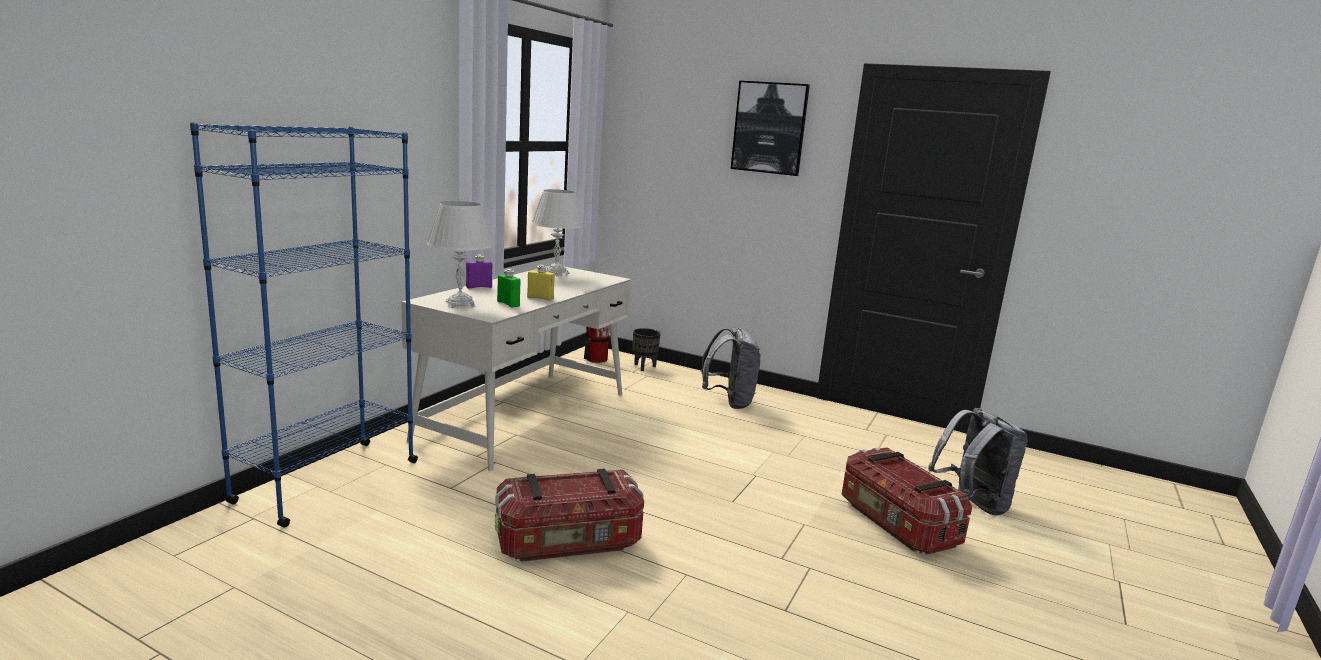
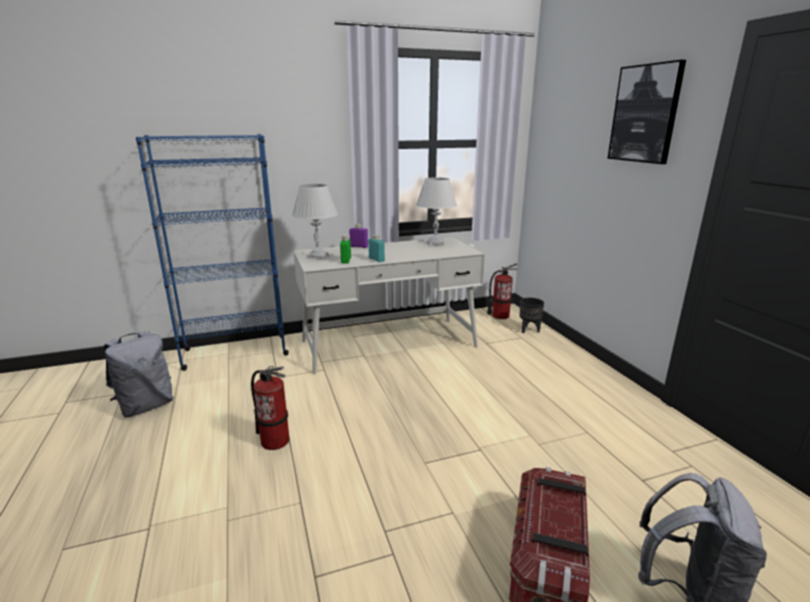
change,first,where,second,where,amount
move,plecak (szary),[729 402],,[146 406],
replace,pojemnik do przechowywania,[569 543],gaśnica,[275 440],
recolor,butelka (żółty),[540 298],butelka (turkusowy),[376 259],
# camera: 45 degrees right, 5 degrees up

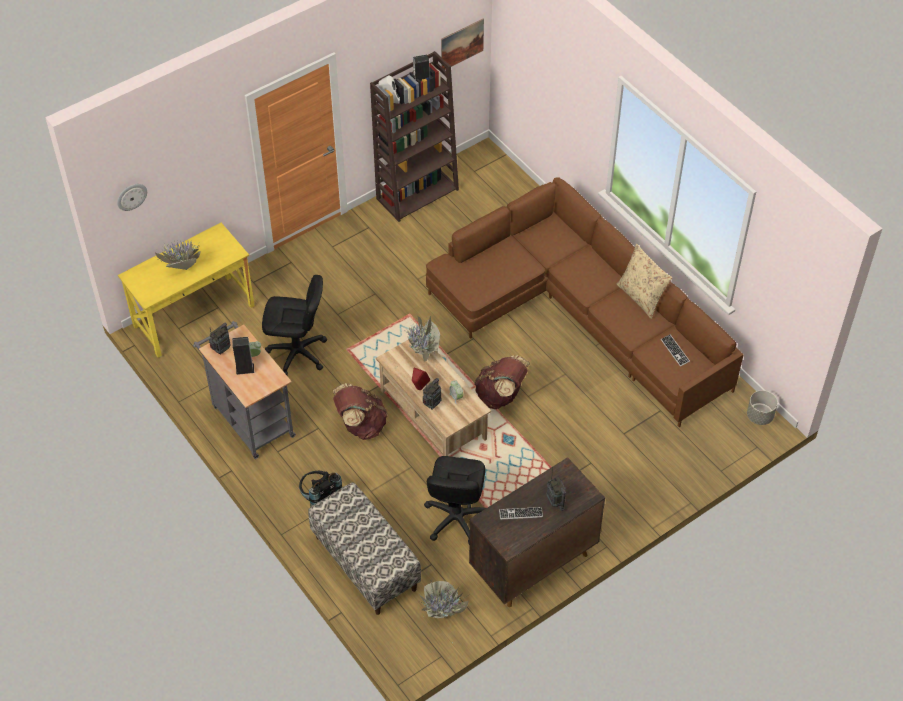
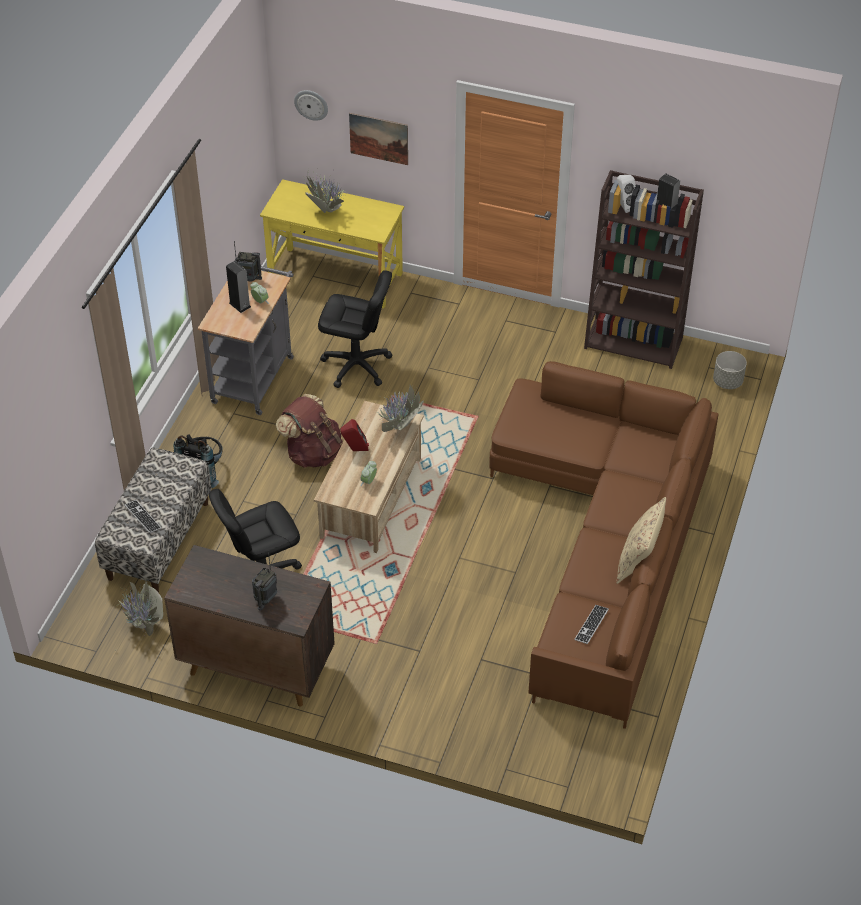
change,first,where,second,where,amount
move,klawiatura,[520 514],,[143 517],
rotate,krzesło biurowe (czarny),[297 353],,[356 366],45 degrees counterclockwise
move,obraz,[462 44],,[379 138],
move,donica (szary),[759 416],,[727 381],
delete,radio,[432 404],,,
delete,plecak (brązowy),[501 396],,,
# camera: 55 degrees right, 5 degrees down

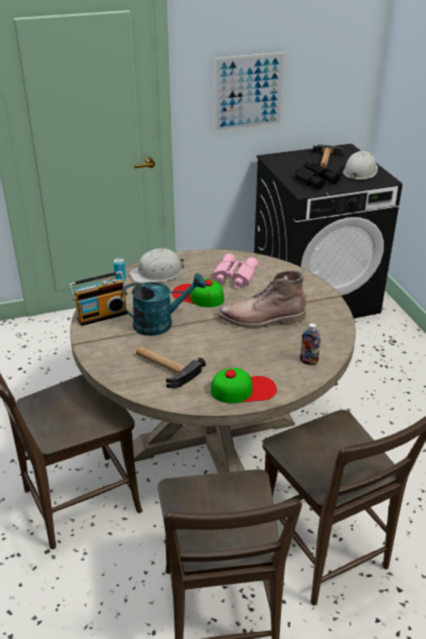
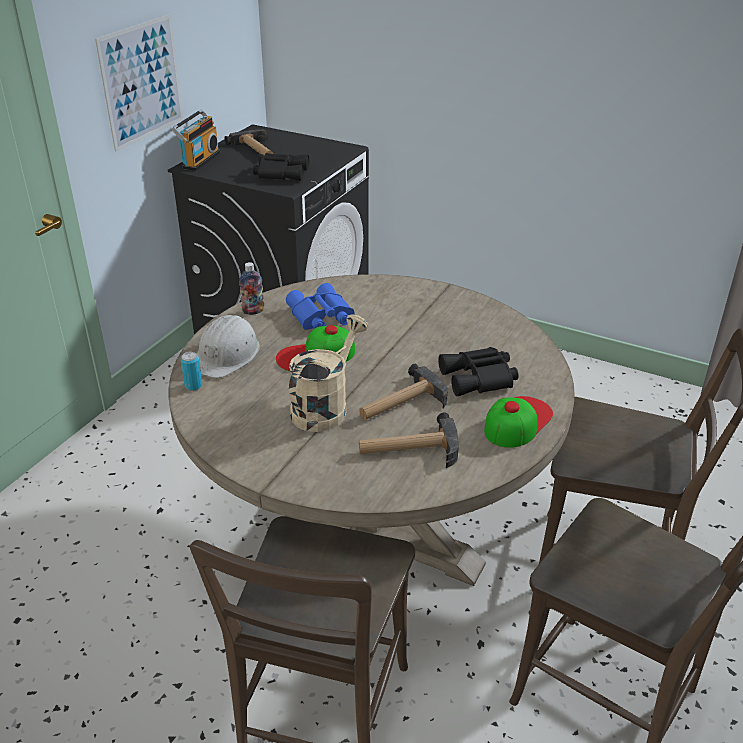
change,first,where,second,where,amount
move,radio,[101 315],,[199 160],
move,butelka,[308 361],,[253 311],
recolor,lornetka (różowy),[233 277],lornetka (niebieski),[320 317],
recolor,konewka (turkusowy),[160 323],konewka (beżowy),[325 406],
insert,,,młotek,[401 403],
insert,,,lornetka (czarny),[480 379],
delete,but z cholewką (brązowy),[261 319],,,
delete,kask (biały),[360 172],,,
# camera: 45 degrees left, 0 degrees up

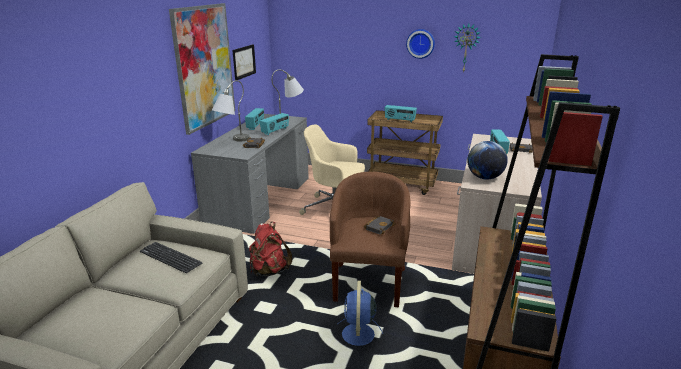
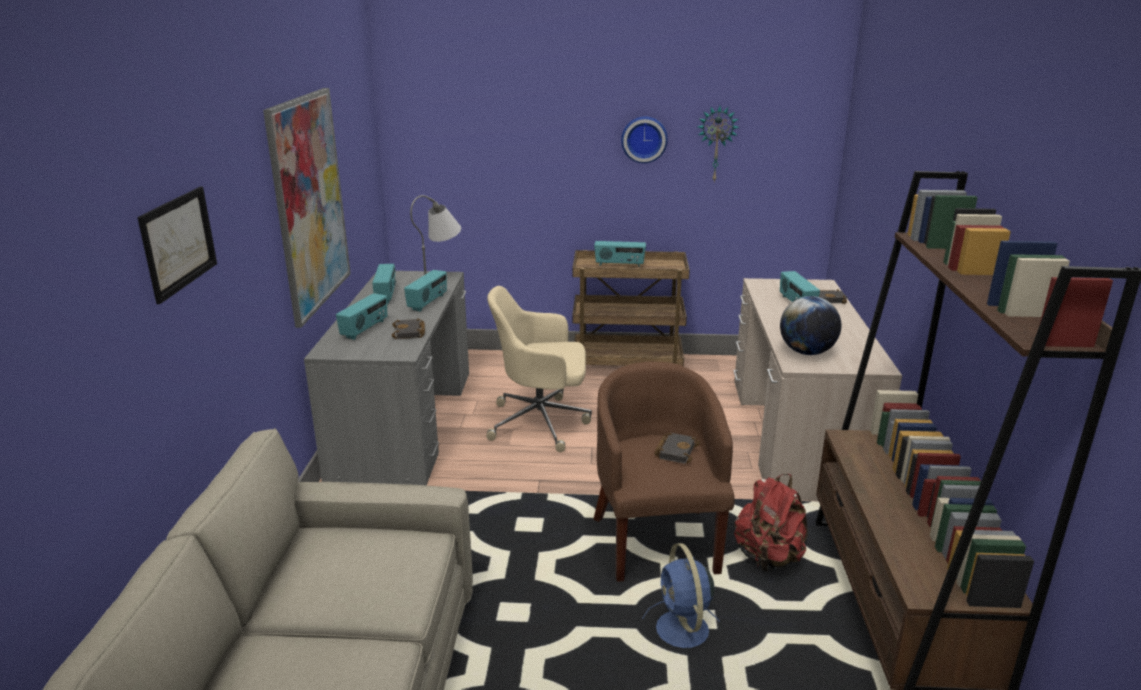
change,first,where,second,where,amount
move,obraz,[244 62],,[179 242],
replace,lampa stołowa (szary),[232 141],radio,[365 329],
move,plecak (czerwony),[269 271],,[768 558],
delete,klawiatura,[170 257],,,
# camera: 15 degrees left, 0 degrees up

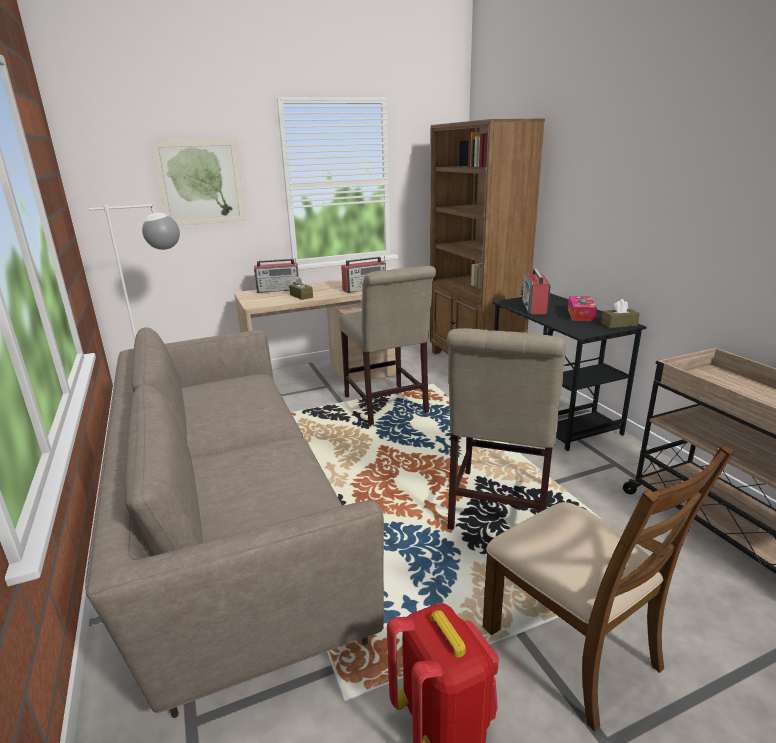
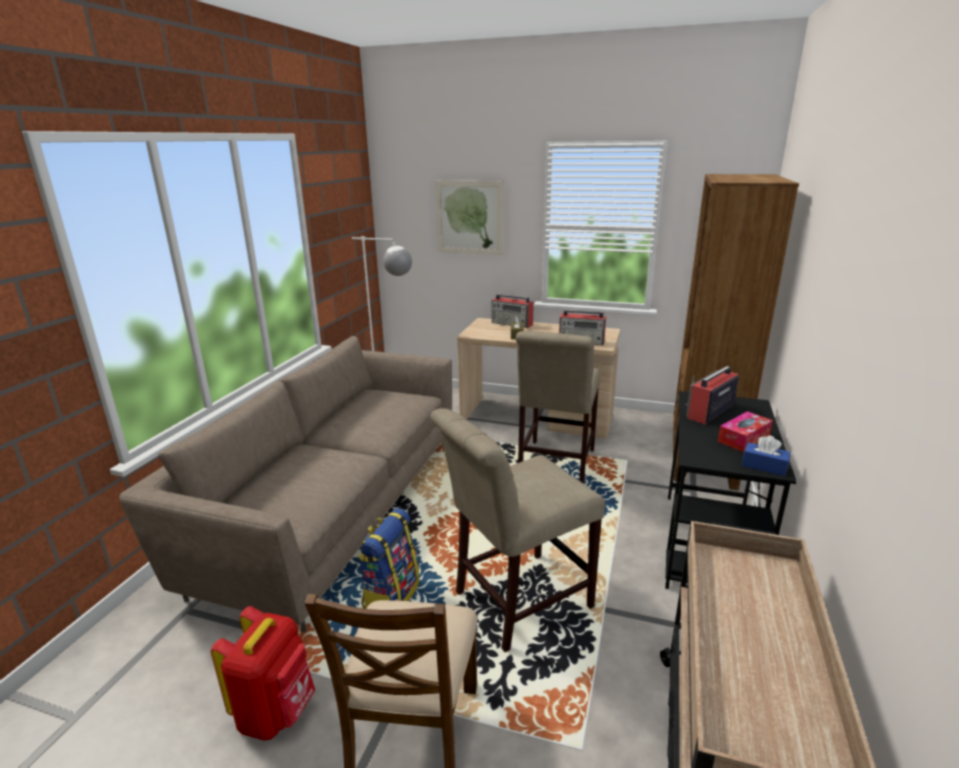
change,first,where,second,where,amount
insert,,,plecak,[391 596],
recolor,pudełko chusteczek (brązowy),[619 324],pudełko chusteczek (niebieski),[764 466],
# camera: 40 degrees right, 0 degrees up

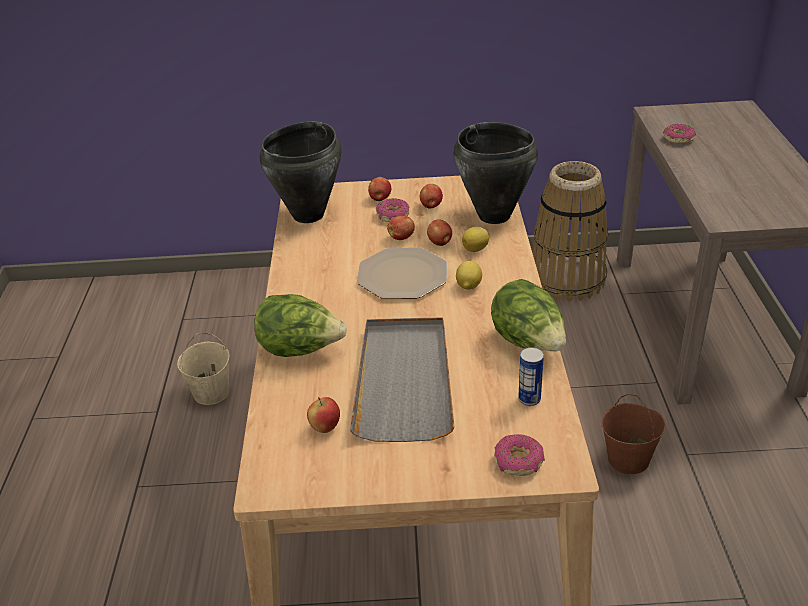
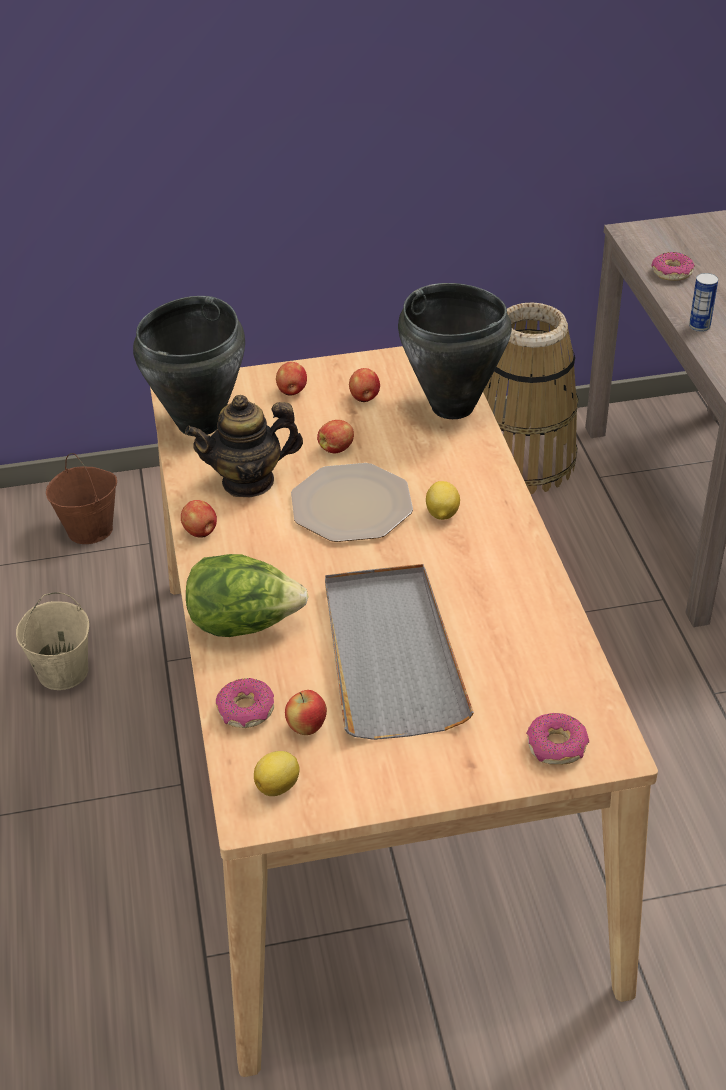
change,first,where,second,where,amount
move,wiadro (brązowy),[628 459],,[90 529],
move,jabłko,[440 243],,[200 532],
insert,,,imbryk,[248 481],
move,donut,[392 216],,[245 711],
move,cytryna,[476 249],,[279 786],
move,puszka,[529 399],,[699 326],
delete,sałata,[528 343],,,
# camera: 10 degrees left, 5 degrees up

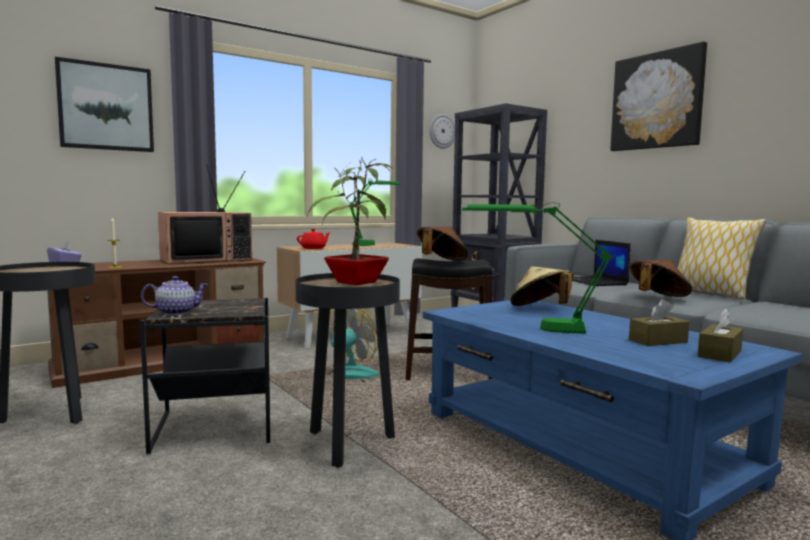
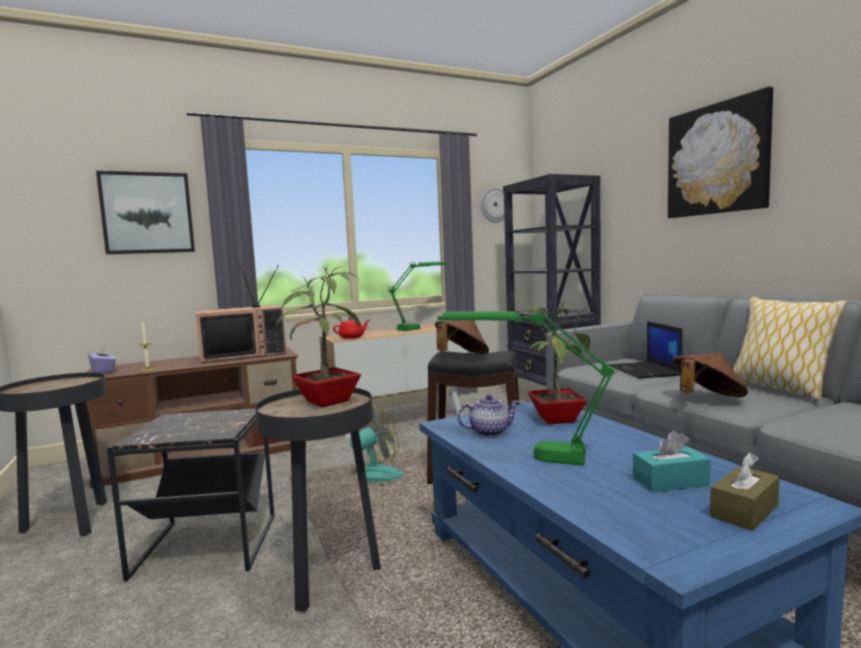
change,first,where,second,where,amount
move,imbryk,[176 312],,[489 432],
replace,kapelusz (beżowy),[541 309],roślina doniczkowa,[555 419],
recolor,pudełko chusteczek (brązowy),[658 341],pudełko chusteczek (turkusowy),[670 481],
# camera: 10 degrees right, 0 degrees up

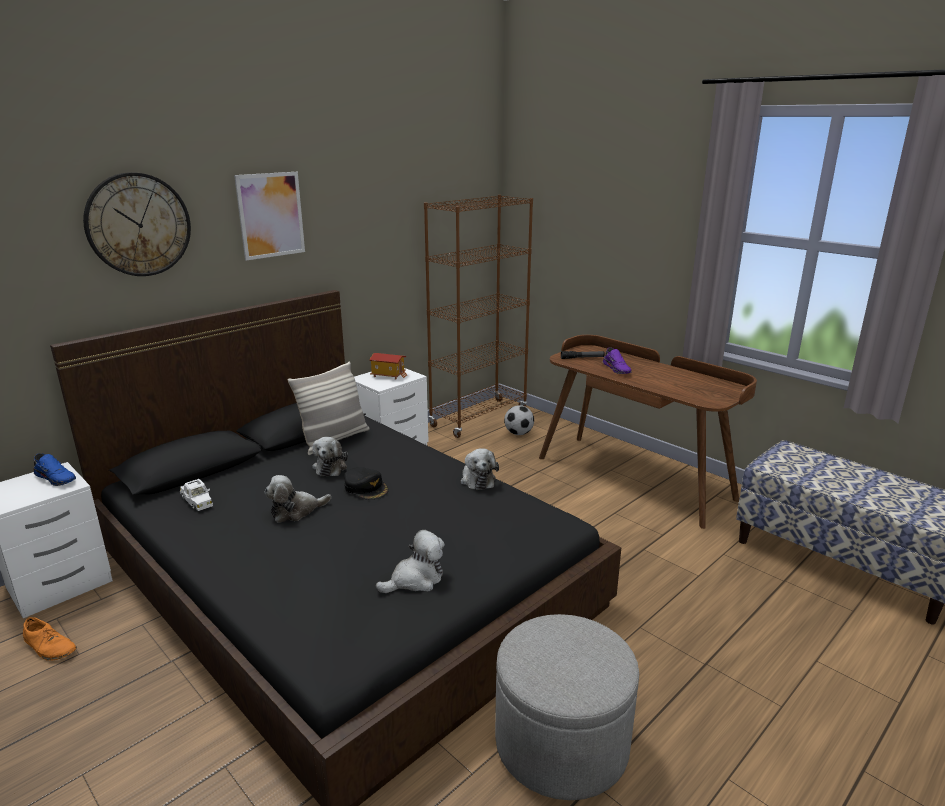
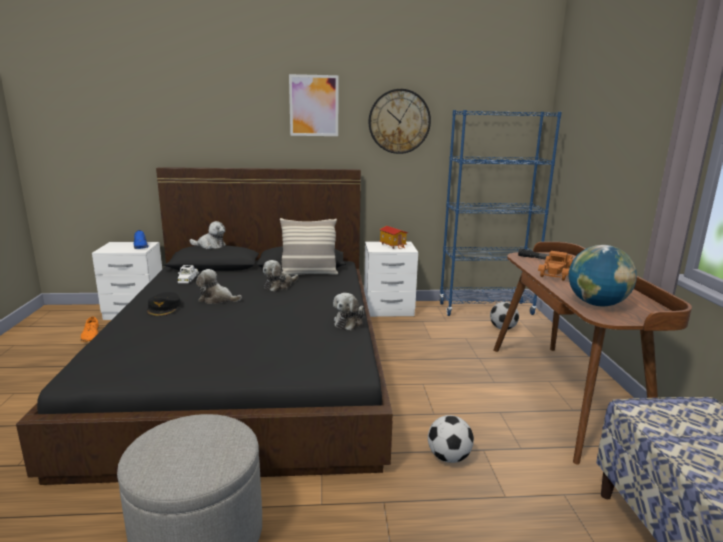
change,first,where,second,where,amount
move,czapka z daszkiem (czarny),[366 488],,[164 308],
move,pluszak,[415 579],,[210 246],
move,zegar ścienny,[138 225],,[399 121],
insert,,,piłka futbolowa,[449 457],
recolor,regał (brązowy),[479 418],regał (niebieski),[485 309],
replace,but (fioletowy),[617 369],ciężarówka zabawkowa,[557 273],
insert,,,globus,[596 304],
# camera: 40 degrees right, 5 degrees down

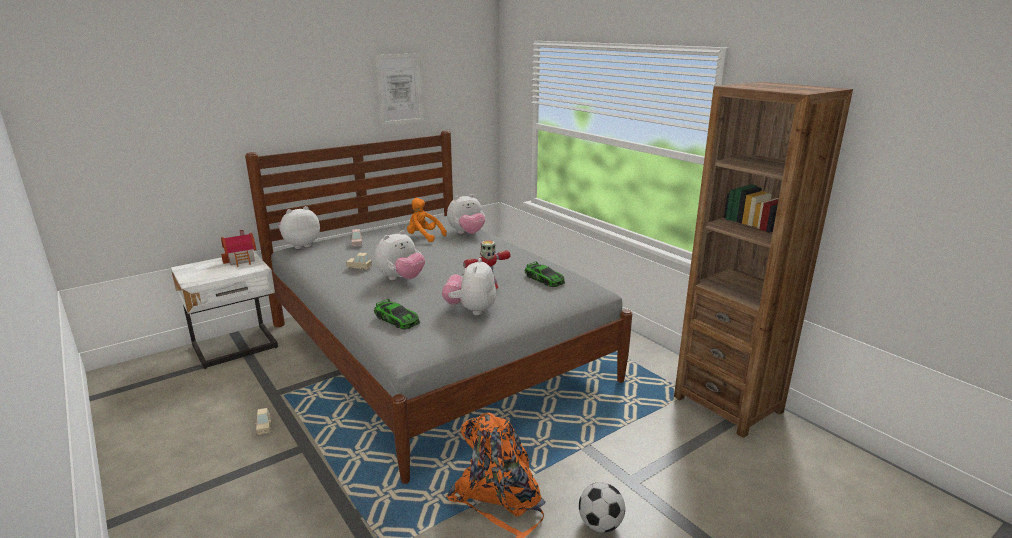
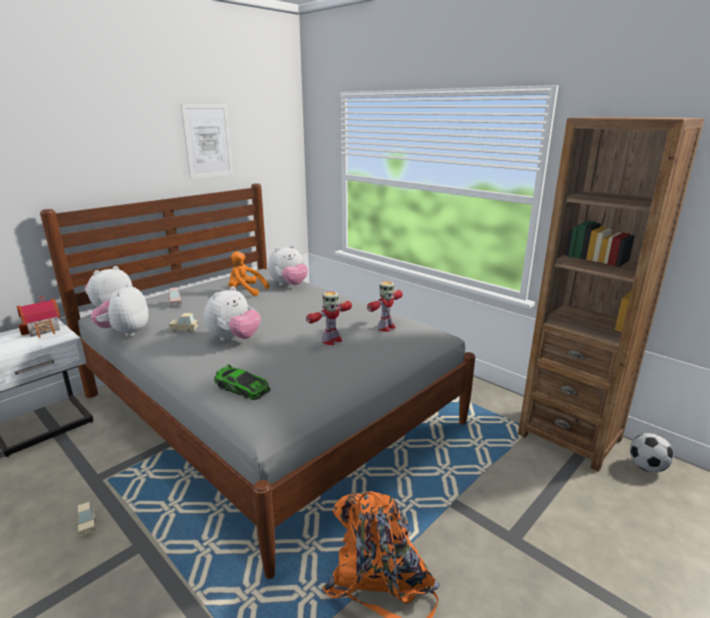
change,first,where,second,where,amount
move,pluszak,[471 310],,[125 332],
replace,samochodzik,[544 279],robot zabawkowy,[386 328],
move,piłka futbolowa,[600 524],,[647 467],
# camera: 10 degrees left, 0 degrees up

